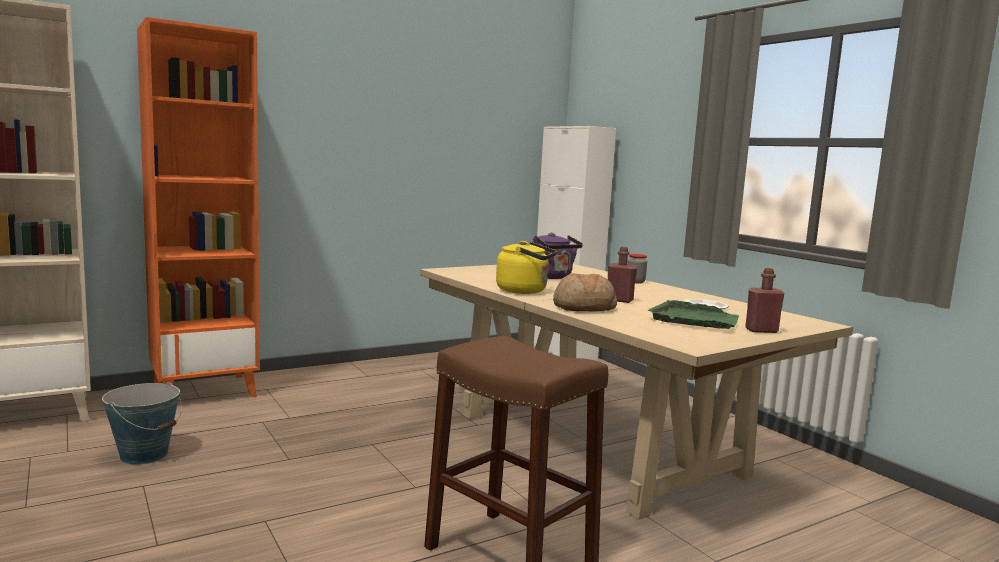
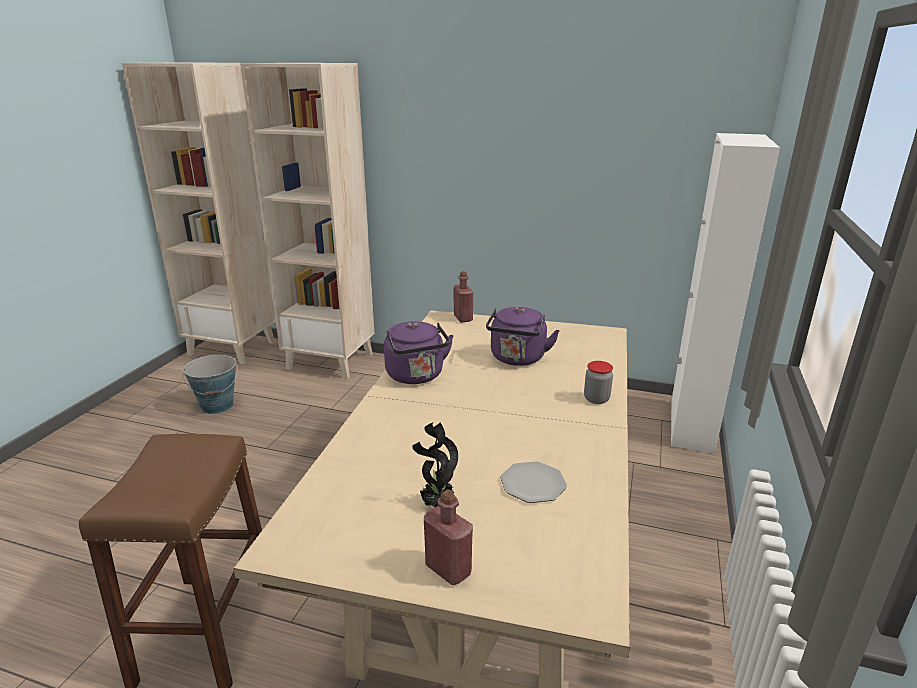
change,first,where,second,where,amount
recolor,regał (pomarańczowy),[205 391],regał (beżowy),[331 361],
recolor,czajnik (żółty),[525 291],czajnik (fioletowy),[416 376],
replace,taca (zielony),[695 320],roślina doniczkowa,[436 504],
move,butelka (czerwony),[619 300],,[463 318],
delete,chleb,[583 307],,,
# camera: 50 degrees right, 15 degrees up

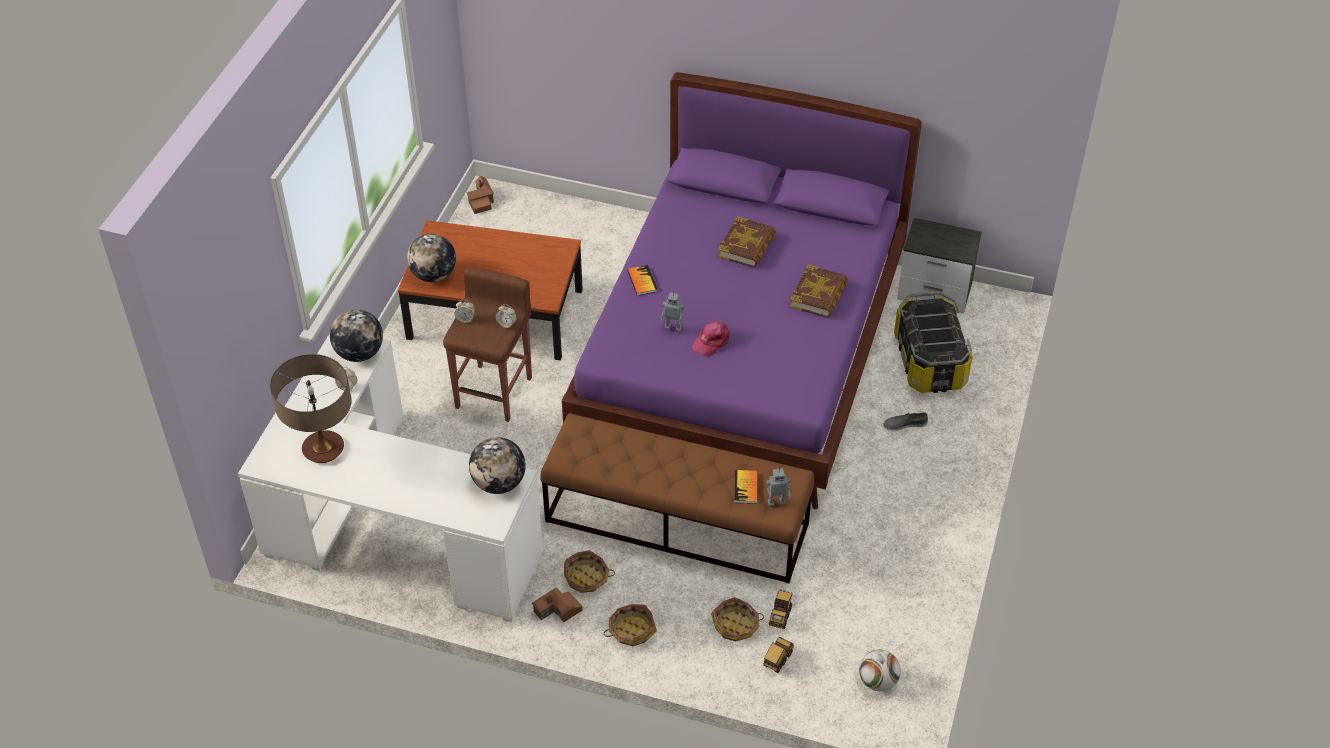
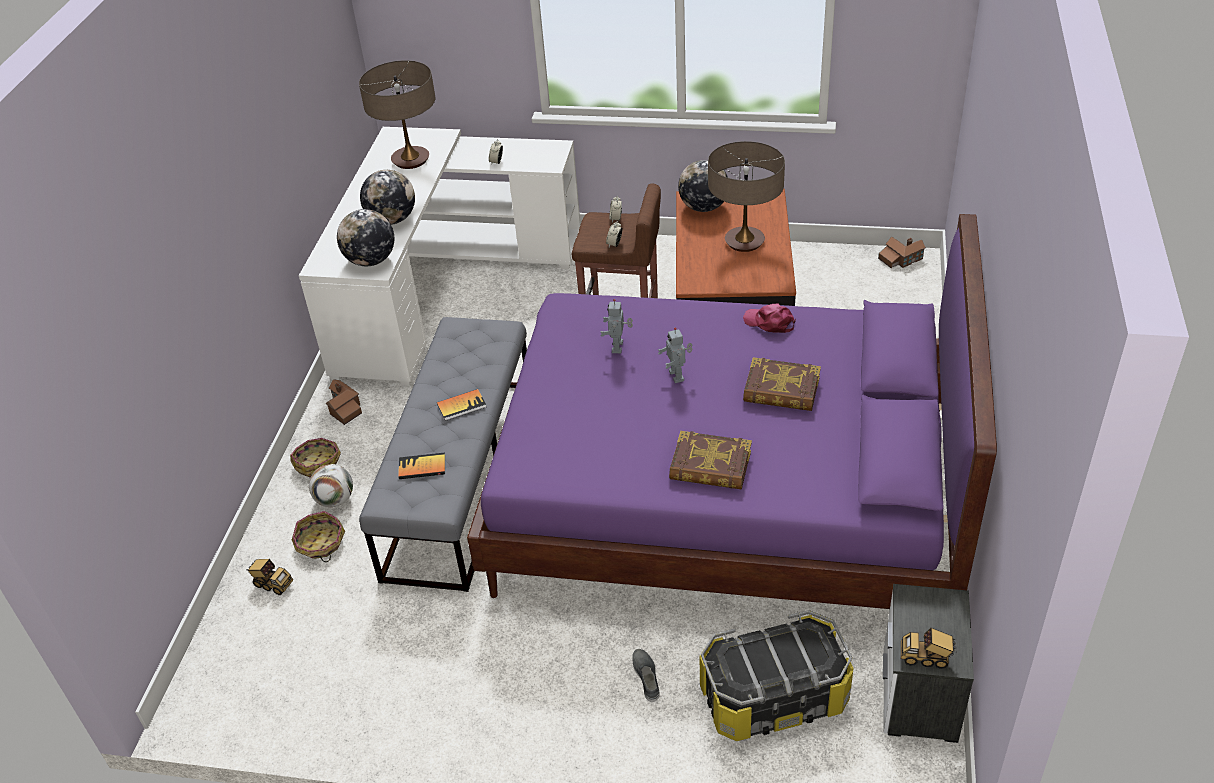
change,first,where,second,where,amount
move,piłka futbolowa,[877 681],,[335 500],
recolor,ławka (brązowy),[677 522],ławka (szary),[460 478],
move,globus,[359 353],,[392 219],
move,książka,[642 281],,[461 405],
move,robot zabawkowy,[776 502],,[677 376],
insert,,,lampa stołowa,[744 241],
move,czapka z daszkiem (różowy),[711 341],,[769 322],
move,ciężarówka zabawkowa,[780 616],,[926 658],
delete,koszyk,[586 578],,,
# camera: 85 degrees right, 5 degrees down

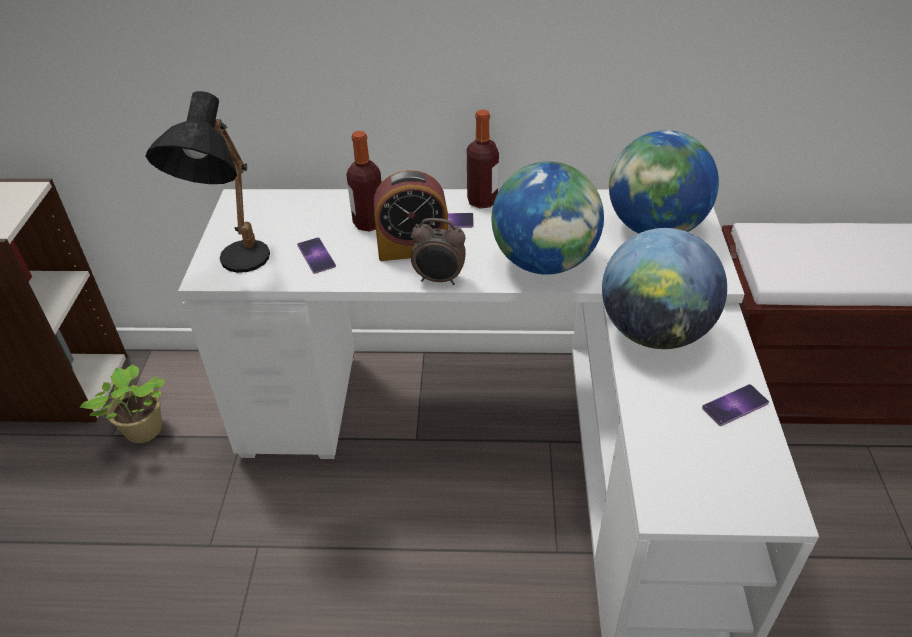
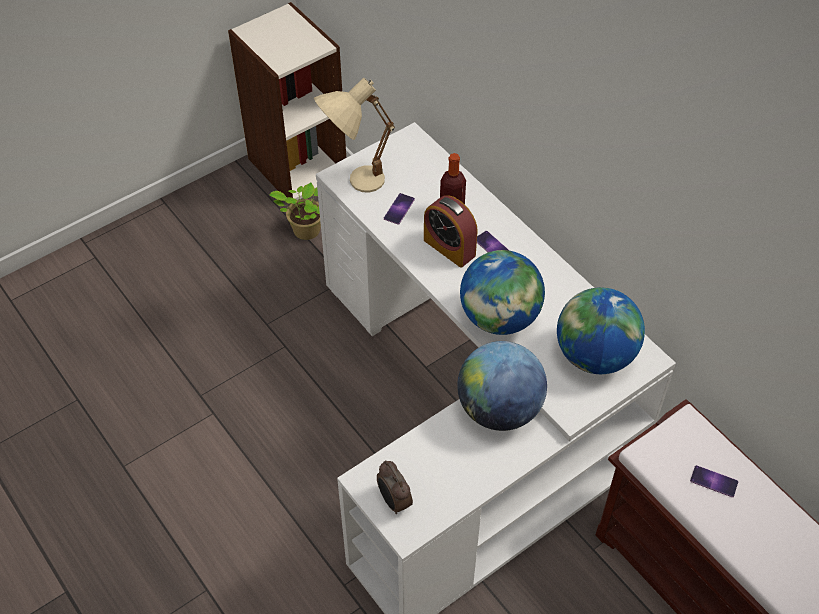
change,first,where,second,where,amount
recolor,lampa stołowa (czarny),[235 268],lampa stołowa (beżowy),[354 183],
move,budzik,[439 279],,[394 501],
move,telefon,[735 405],,[714 481],
delete,butelka,[482 201],,,
# camera: 50 degrees right, 10 degrees up

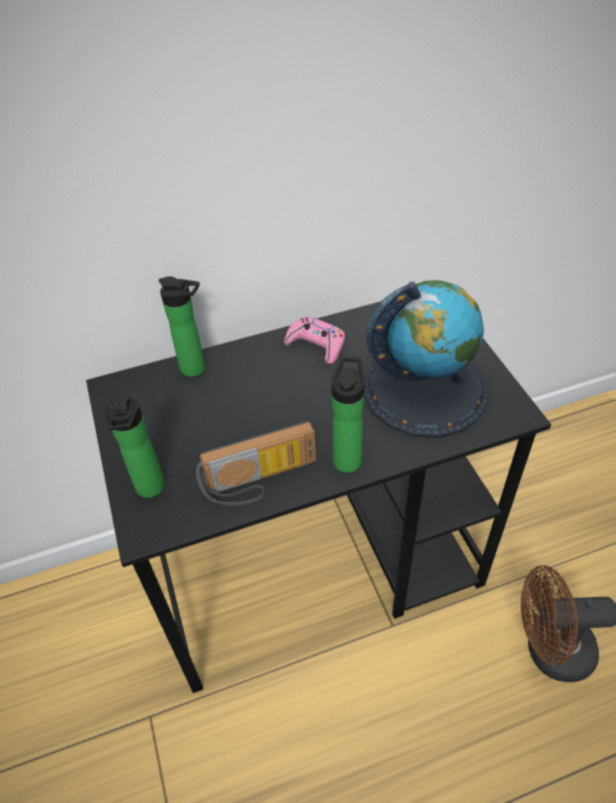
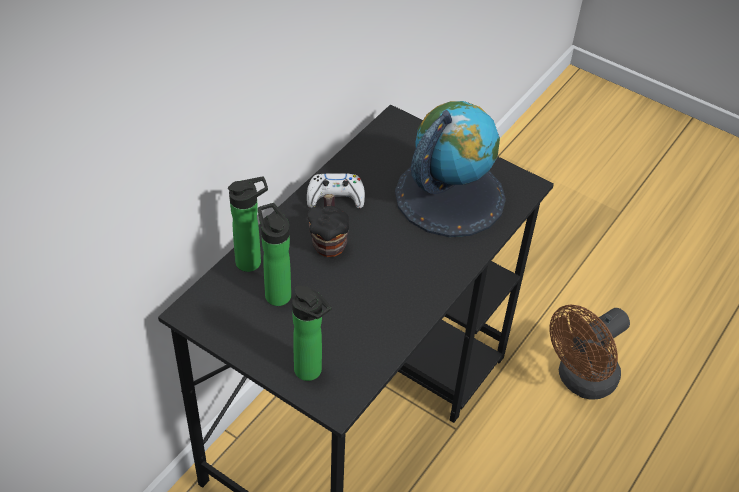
change,first,where,second,where,amount
move,butelka,[347 457],,[276 293],
recolor,pad do gier (różowy),[316 345],pad do gier (biały),[335 197],
insert,,,kubek,[329 241],
delete,radio,[261 482],,,
# camera: 40 degrees left, 0 degrees up

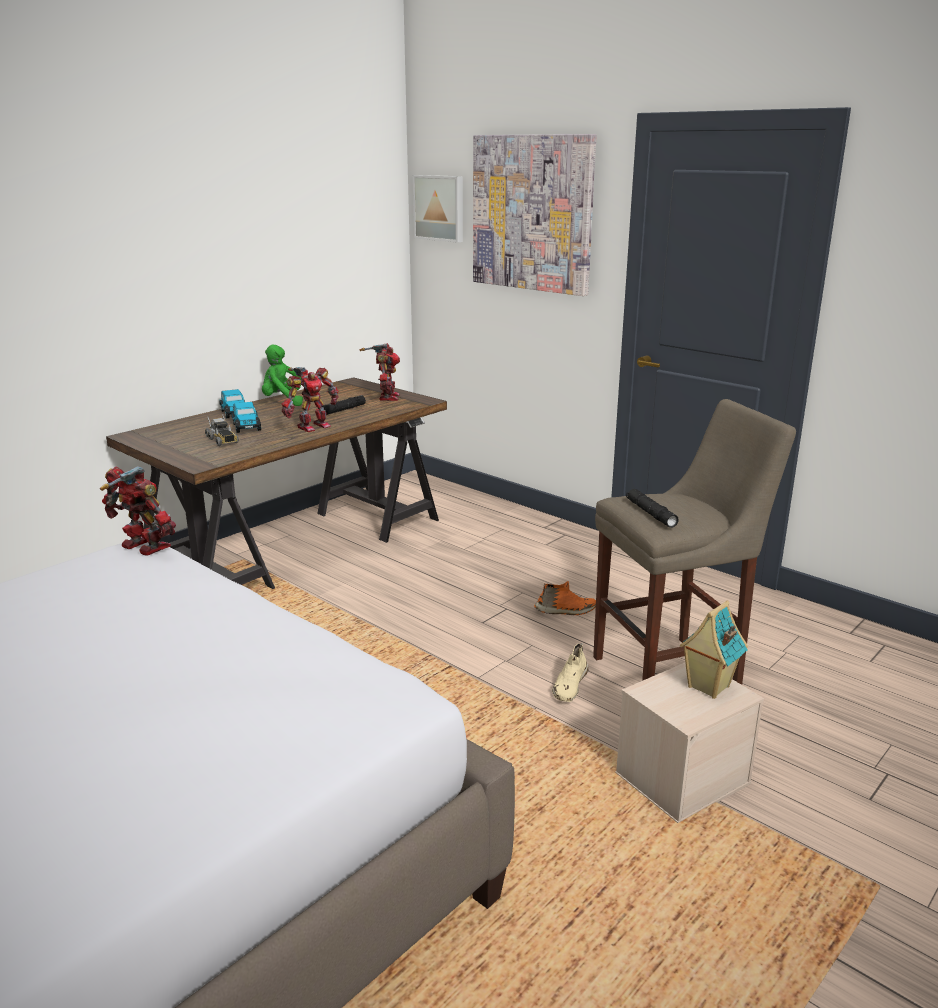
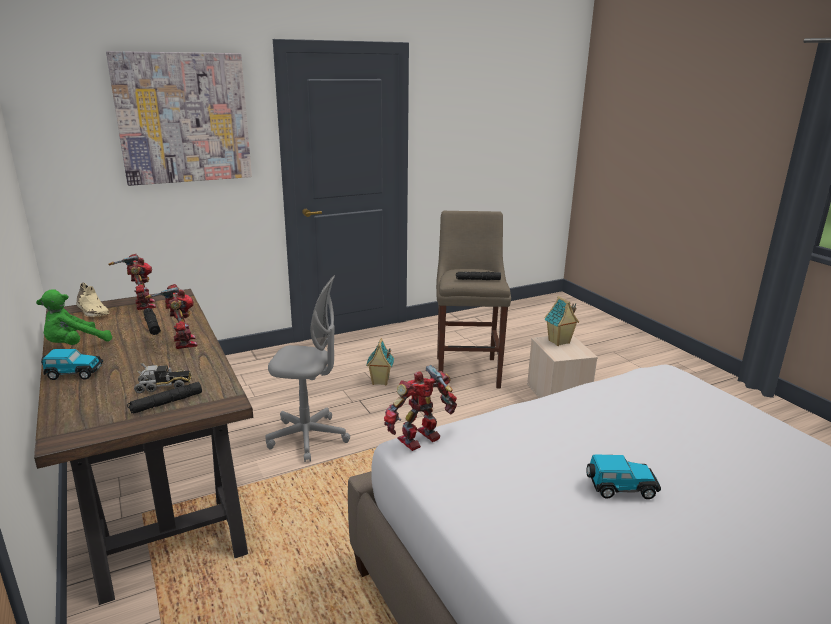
change,first,where,second,where,amount
move,but (beżowy),[569 685],,[92 312],
rotate,robot zabawkowy,[387 397],,[143 305],45 degrees clockwise
insert,,,latarka (czarny),[166 403],
insert,,,krzesło biurowe (szary),[308 438],
replace,but (pomarańczowy),[565 611],domek,[380 382],
move,samochodzik,[246 427],,[620 487],
delete,obraz,[440 208],,,
# camera: 70 degrees left, 0 degrees up

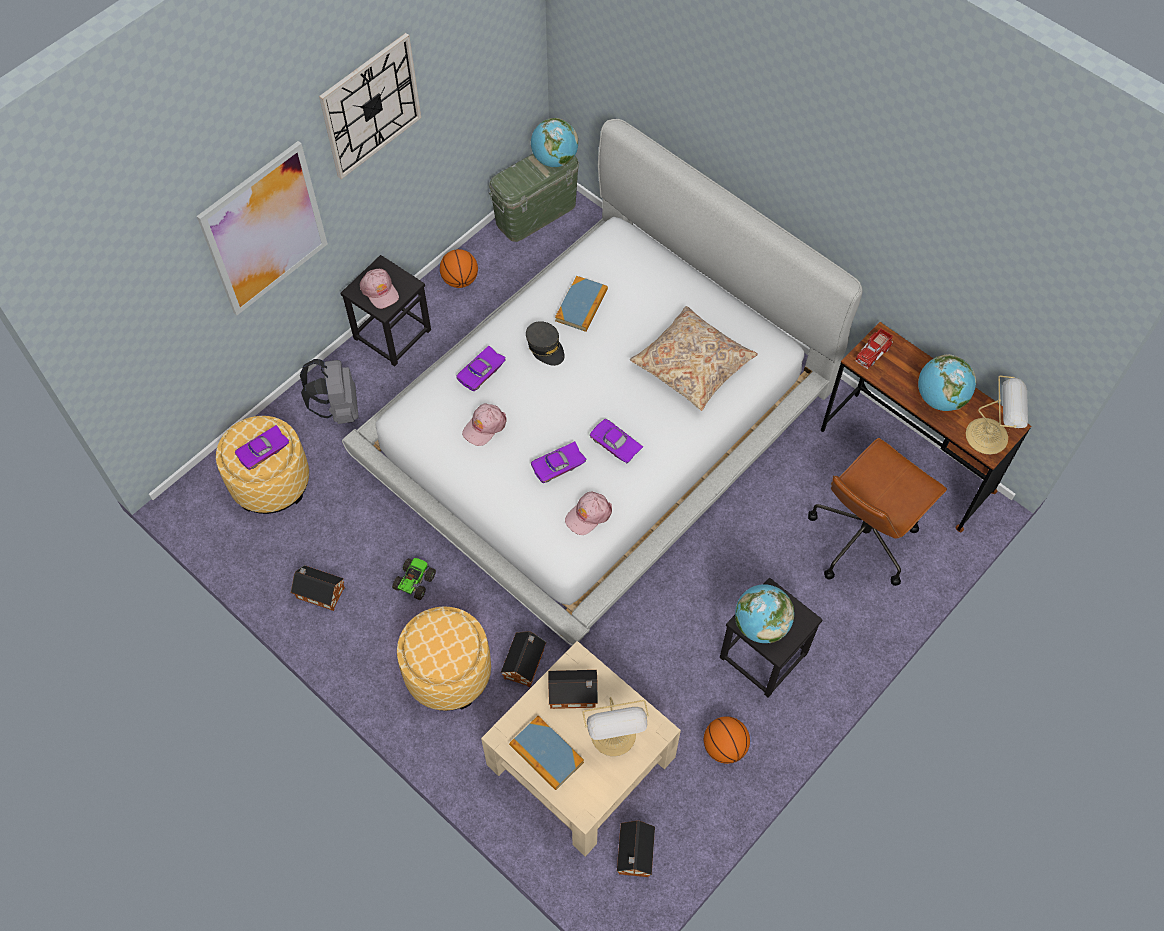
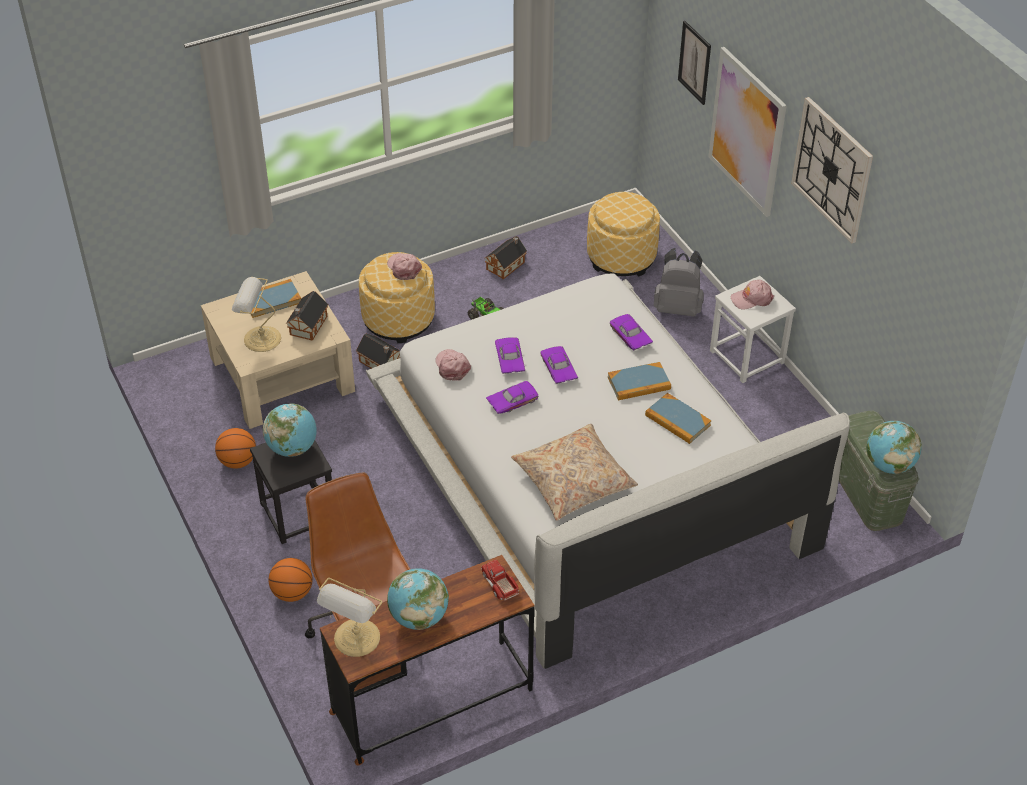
change,first,where,second,where,amount
move,piłka do koszykówki,[460 280],,[292 593],
move,czapka z daszkiem (różowy),[484 426],,[404 268],
move,samochodzik (fioletowy),[264 451],,[557 370],
replace,czapka z daszkiem (szary),[545 347],książka,[639 383],
insert,,,obraz,[694 62],
recolor,stołek (czarny),[392 333],stołek (biały),[747 356],
delete,domek,[634 855],,,
# camera: 110 degrees right, 15 degrees down

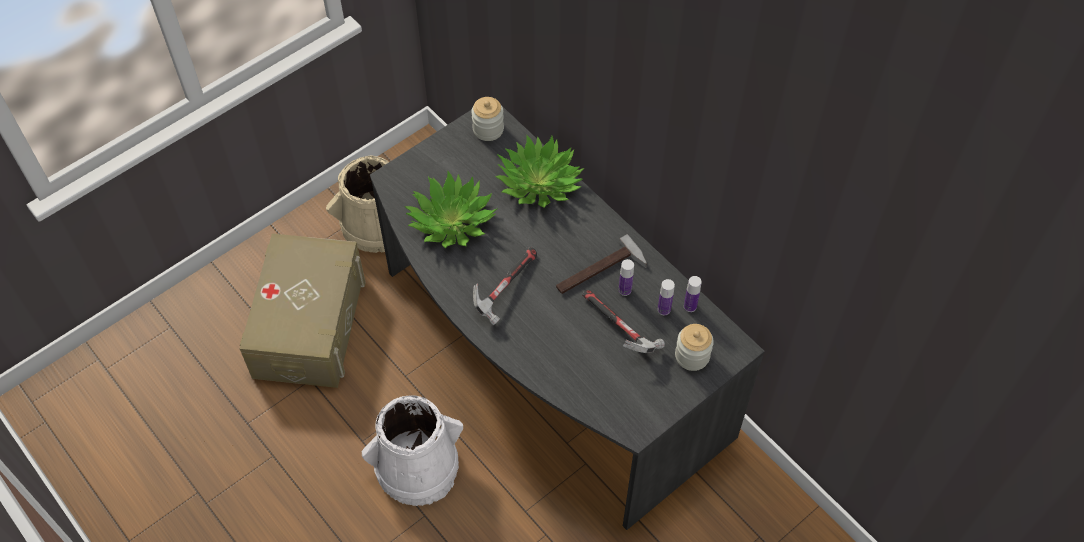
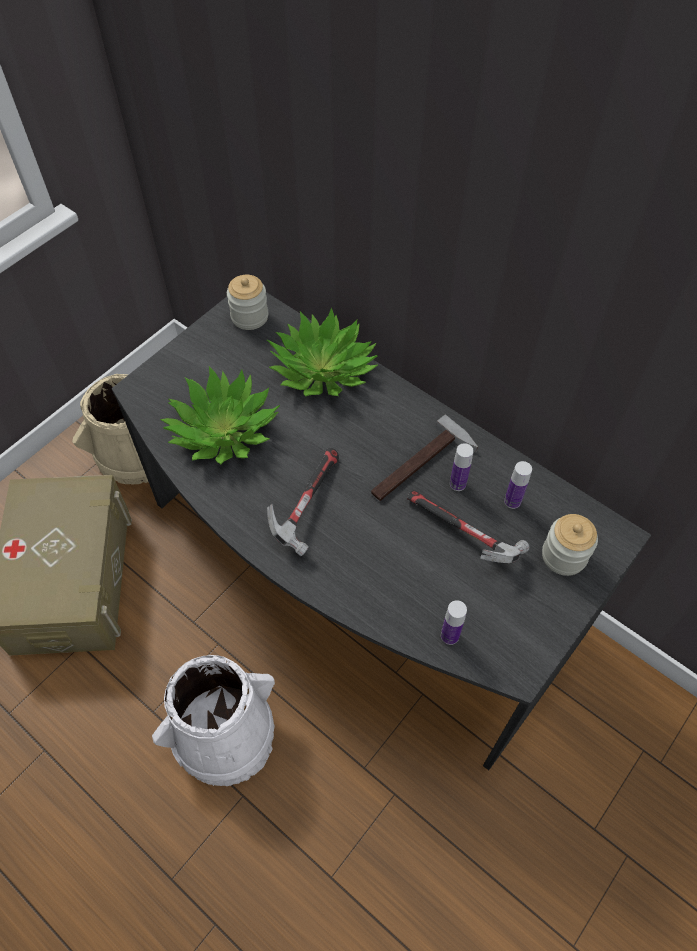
change,first,where,second,where,amount
move,butelka,[690 306],,[449 635],
# camera: 10 degrees left, 0 degrees up

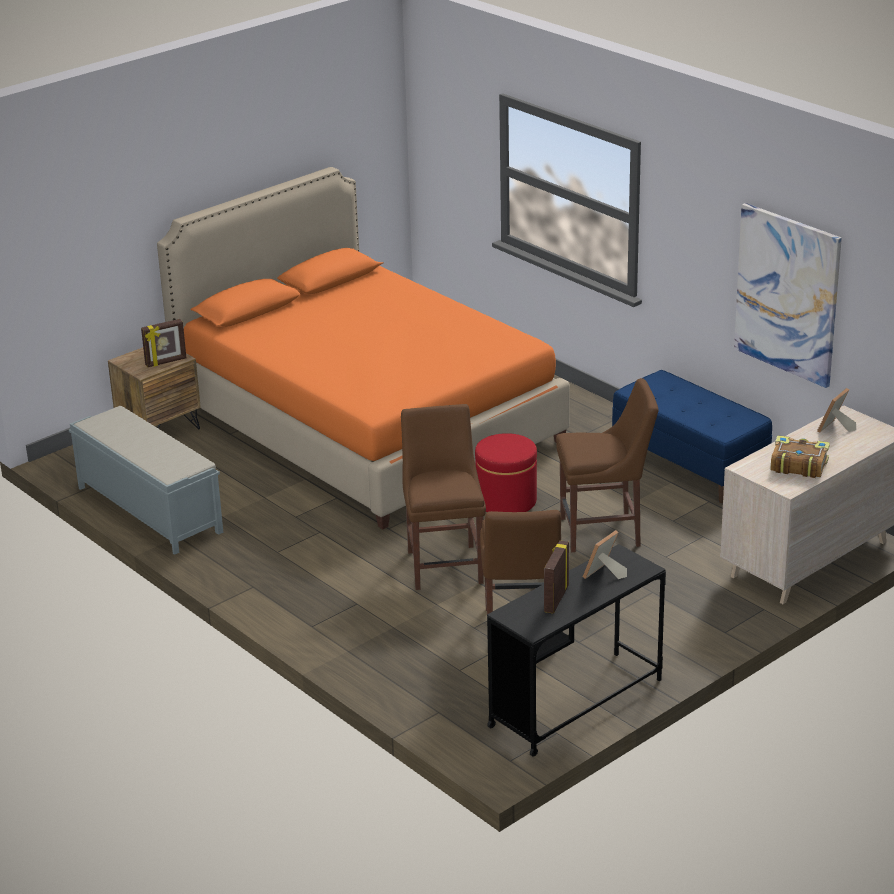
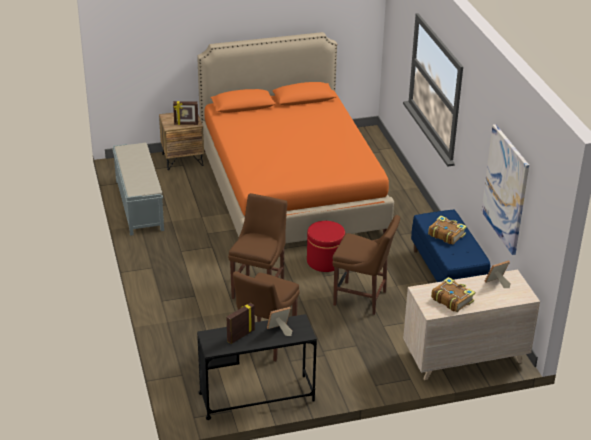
change,first,where,second,where,amount
insert,,,książka,[446 234],
# camera: 25 degrees right, 5 degrees up

